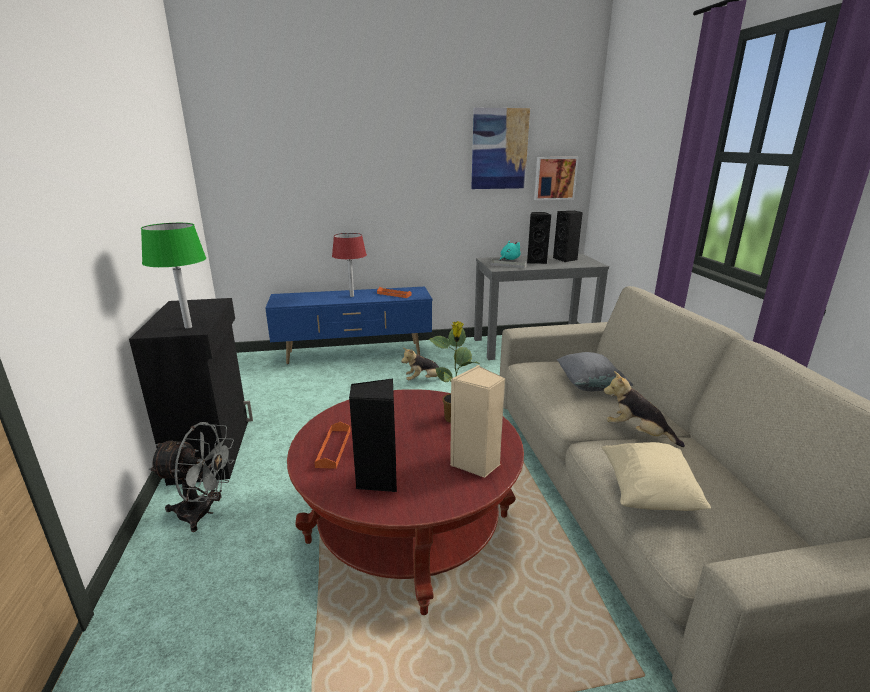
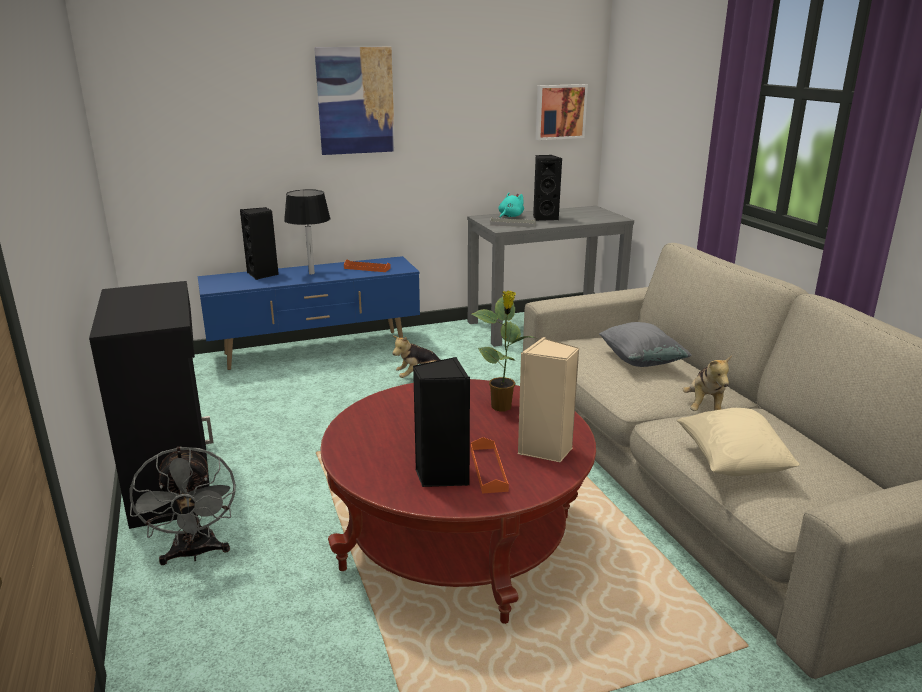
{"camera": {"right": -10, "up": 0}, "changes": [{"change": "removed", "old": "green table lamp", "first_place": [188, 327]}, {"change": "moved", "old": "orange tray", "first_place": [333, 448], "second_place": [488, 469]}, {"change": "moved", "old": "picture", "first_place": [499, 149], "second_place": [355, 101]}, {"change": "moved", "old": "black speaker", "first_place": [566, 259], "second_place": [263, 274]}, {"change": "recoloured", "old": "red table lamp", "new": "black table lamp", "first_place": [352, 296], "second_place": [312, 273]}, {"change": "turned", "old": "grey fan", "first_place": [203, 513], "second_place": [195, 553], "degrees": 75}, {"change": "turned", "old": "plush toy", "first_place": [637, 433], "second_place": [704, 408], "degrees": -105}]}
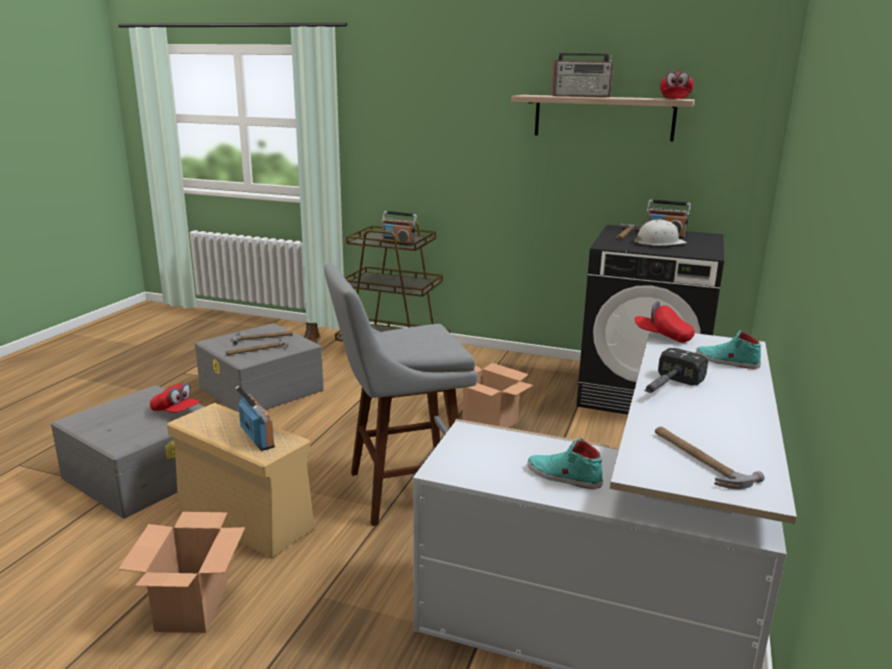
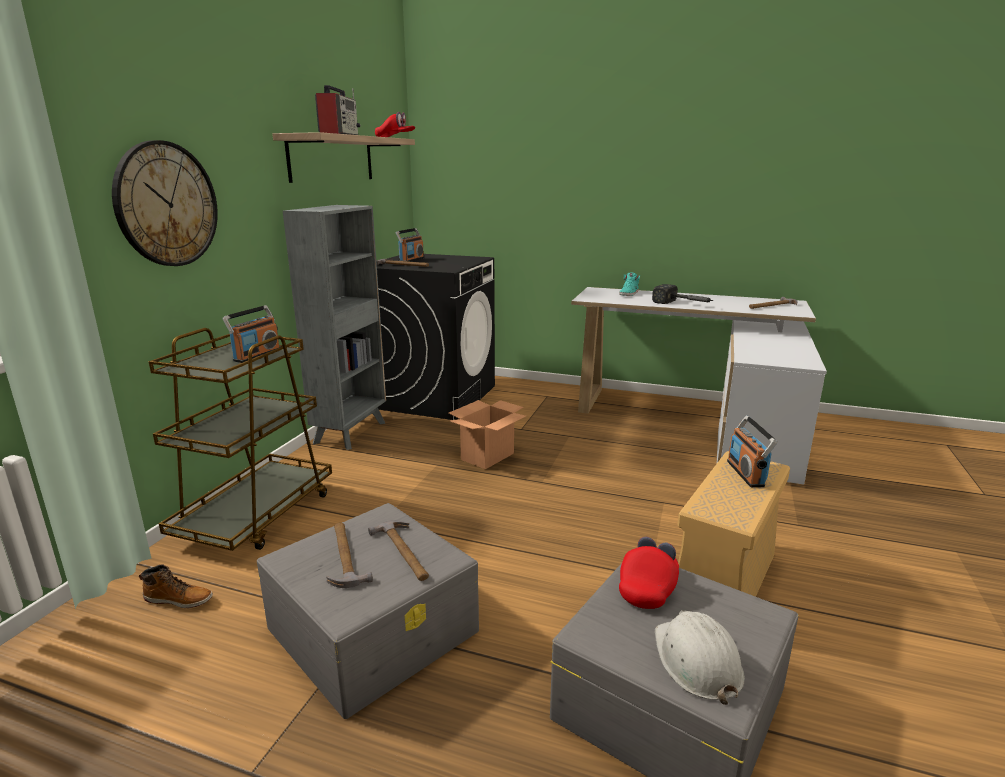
{"camera": {"right": -90, "up": 0}, "changes": [{"change": "removed", "old": "cardboard box", "first_place": [192, 606]}, {"change": "removed", "old": "grey stool", "first_place": [399, 491]}, {"change": "removed", "old": "turquoise shoe", "first_place": [563, 476]}, {"change": "removed", "old": "red cap", "first_place": [662, 336]}, {"change": "added", "new": "wall clock", "second_place": [166, 204]}, {"change": "added", "new": "grey bookcase", "second_place": [351, 432]}, {"change": "moved", "old": "white hard hat", "first_place": [658, 243], "second_place": [696, 661]}, {"change": "turned", "old": "radio", "first_place": [257, 438], "second_place": [746, 473], "degrees": -60}]}
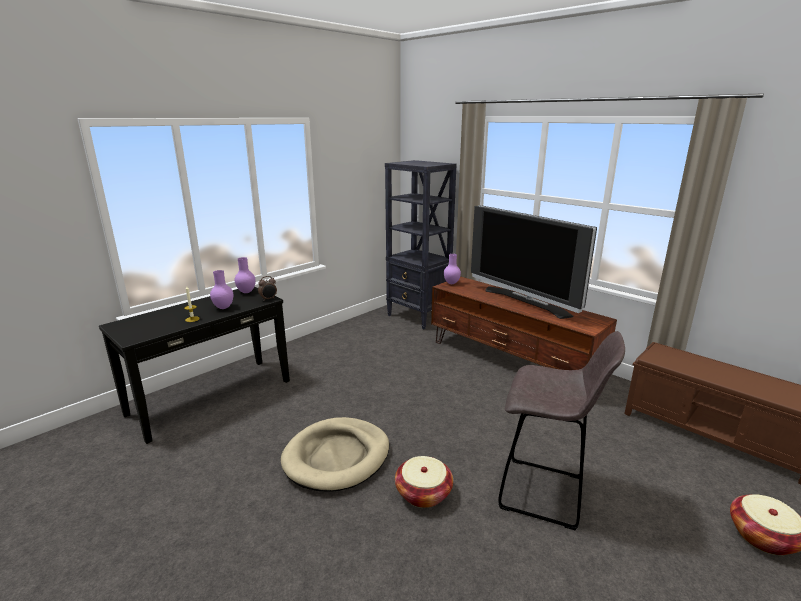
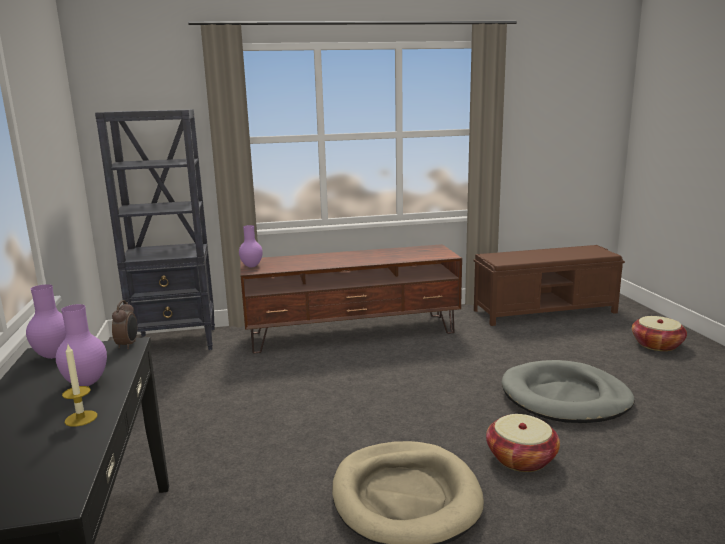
{"camera": {"right": -55, "up": -5}, "changes": [{"change": "removed", "old": "television", "first_place": [526, 302]}, {"change": "replaced", "old": "grey stool", "new": "grey dog bed", "first_place": [545, 493], "second_place": [565, 397]}]}
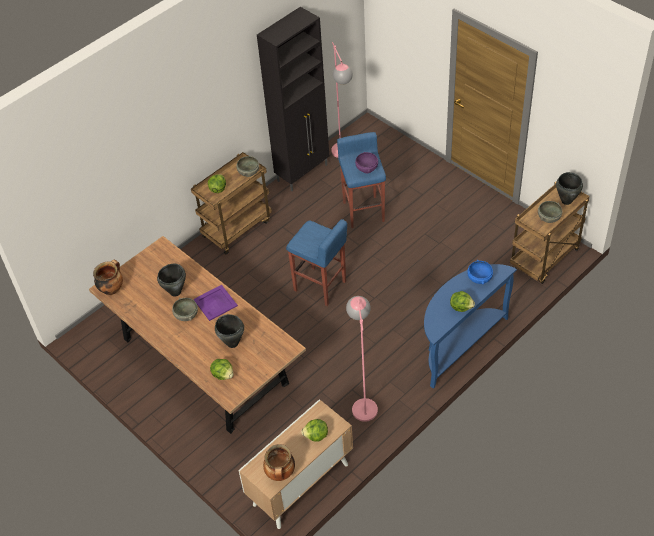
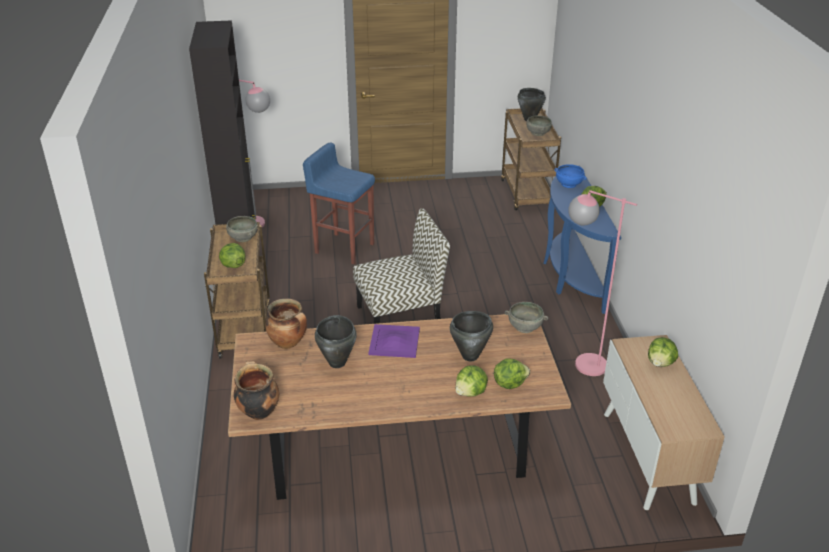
{"camera": {"right": -55, "up": -15}, "changes": [{"change": "removed", "old": "purple bowl", "first_place": [367, 168]}, {"change": "added", "new": "lettuce", "second_place": [471, 392]}, {"change": "moved", "old": "grey bowl", "first_place": [186, 315], "second_place": [525, 327]}, {"change": "moved", "old": "cooking pot", "first_place": [281, 474], "second_place": [289, 343]}, {"change": "replaced", "old": "blue stool", "new": "chair", "first_place": [320, 287], "second_place": [401, 316]}]}
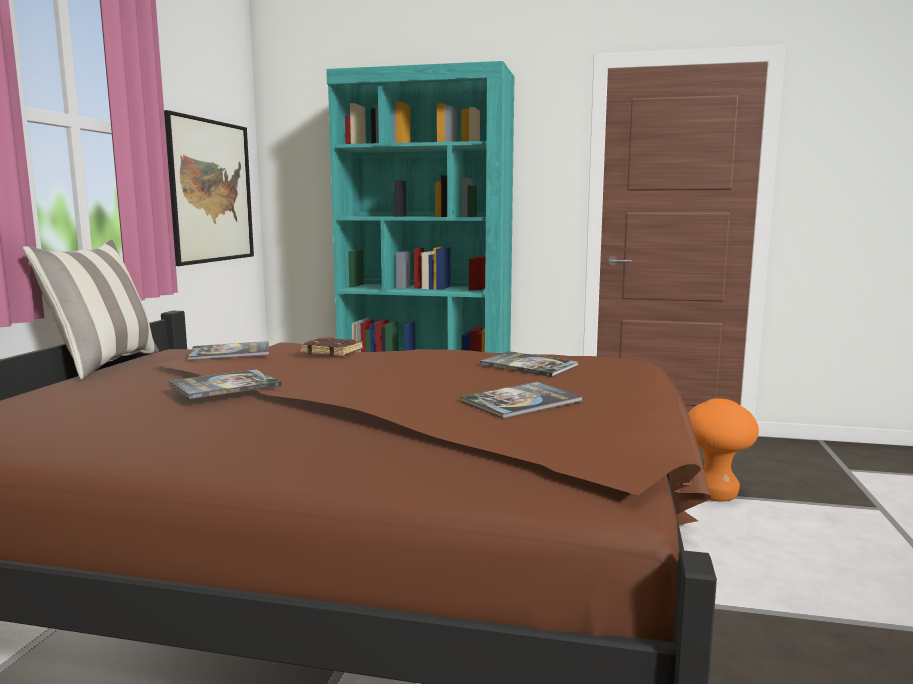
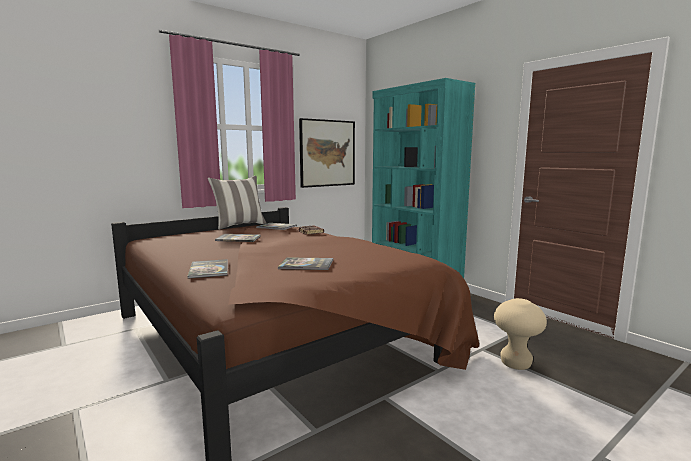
{"camera": {"right": 40, "up": 0}, "changes": [{"change": "moved", "old": "book", "first_place": [528, 365], "second_place": [209, 269]}, {"change": "recoloured", "old": "orange stool", "new": "beige stool", "first_place": [715, 495], "second_place": [515, 364]}]}
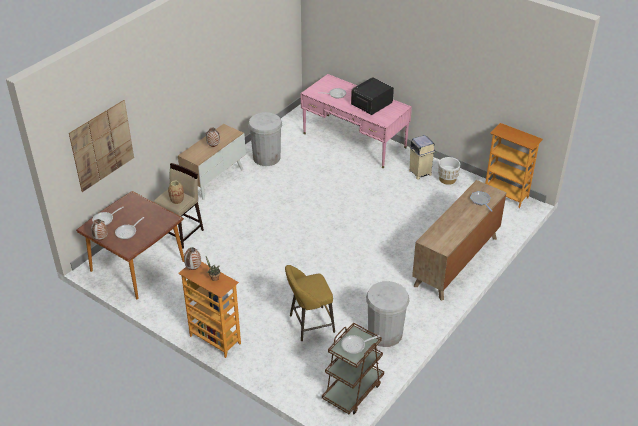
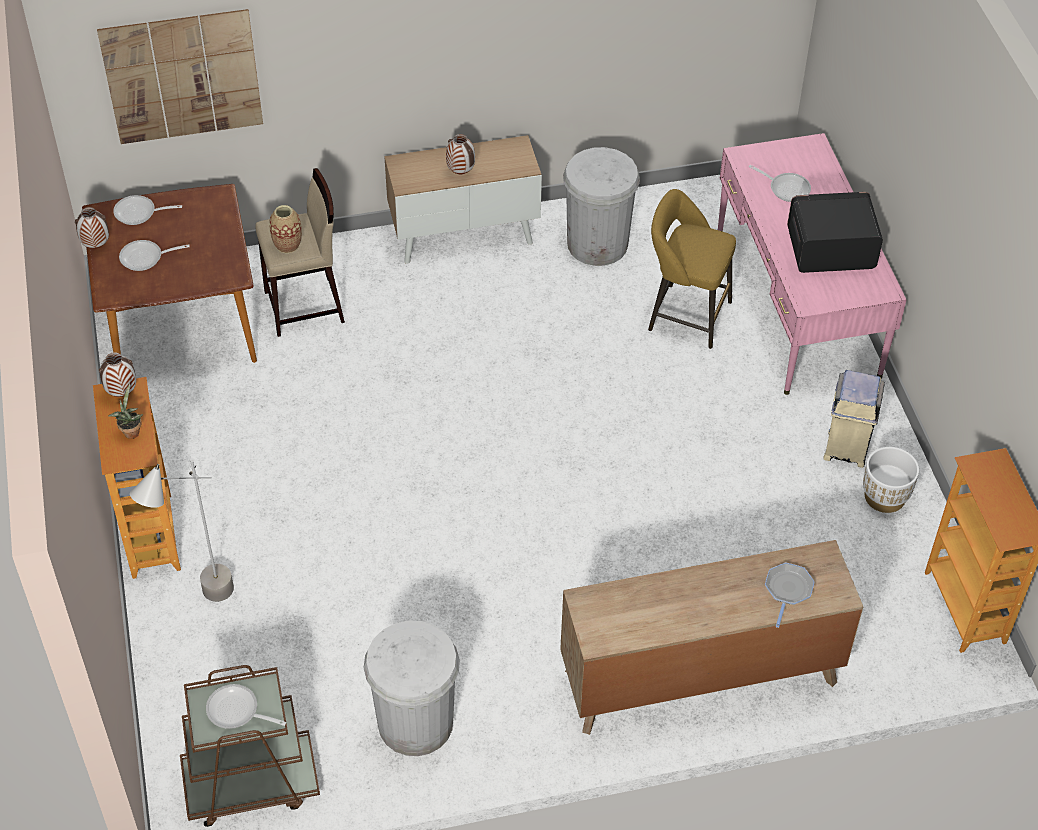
{"camera": {"right": 40, "up": 10}, "changes": [{"change": "added", "new": "grey floor lamp", "second_place": [200, 606]}, {"change": "moved", "old": "yellow stool", "first_place": [309, 324], "second_place": [684, 315]}]}
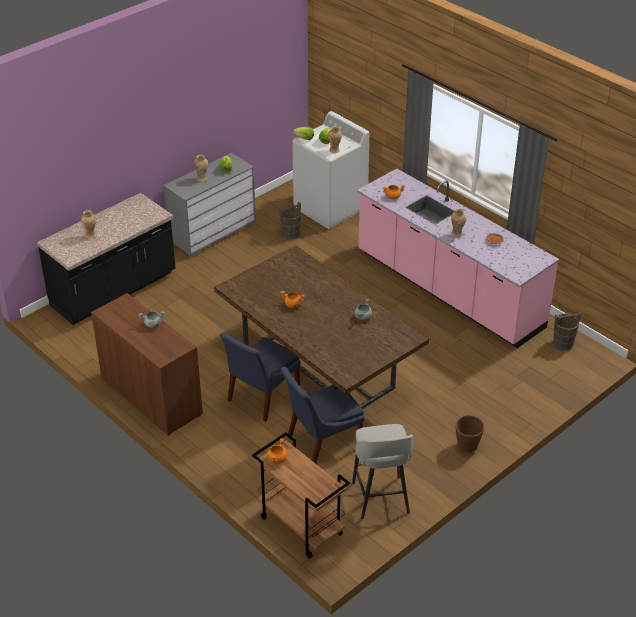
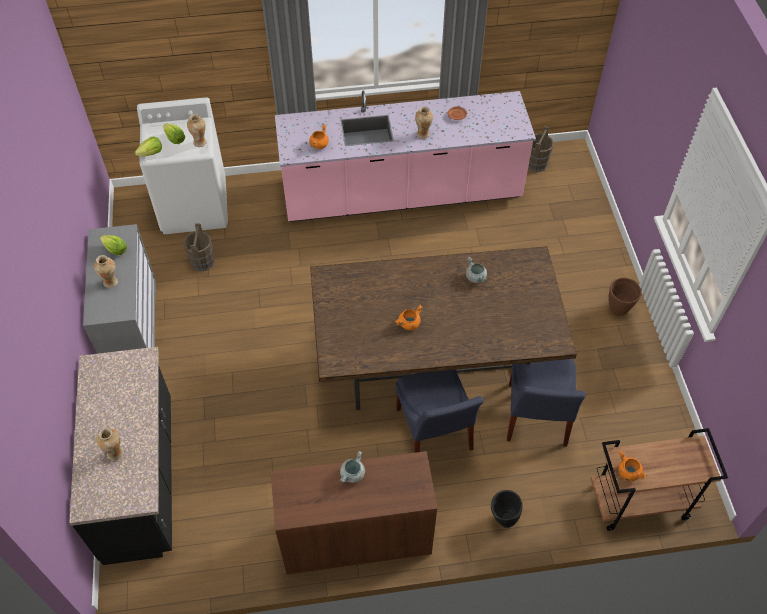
{"camera": {"right": -55, "up": 15}, "changes": [{"change": "removed", "old": "grey stool", "first_place": [380, 499]}, {"change": "added", "new": "black vase", "second_place": [502, 519]}]}
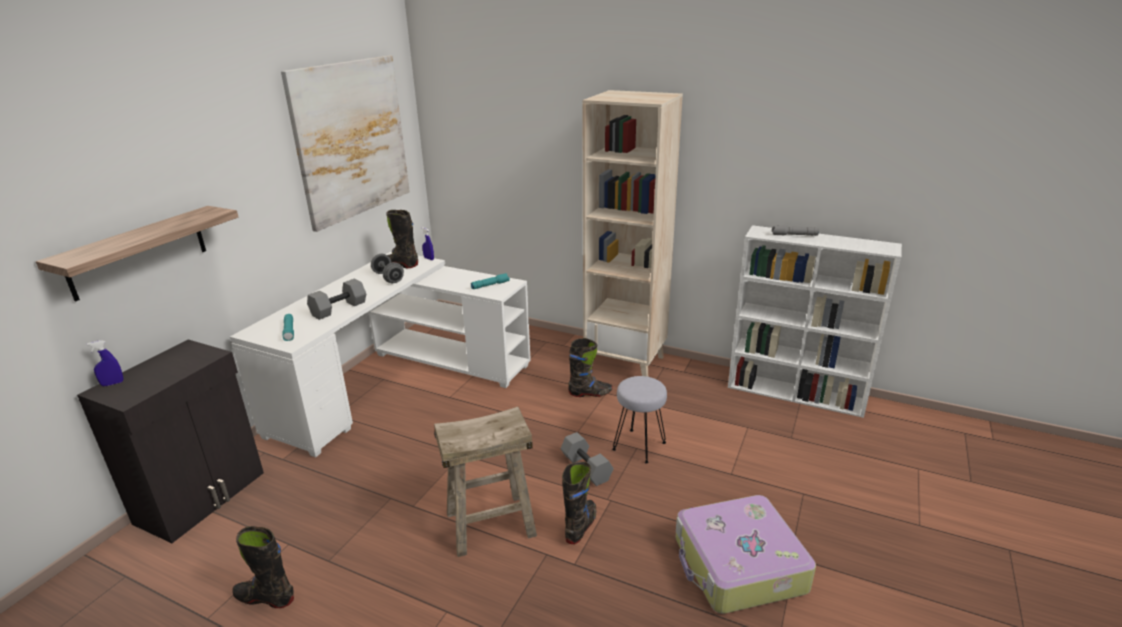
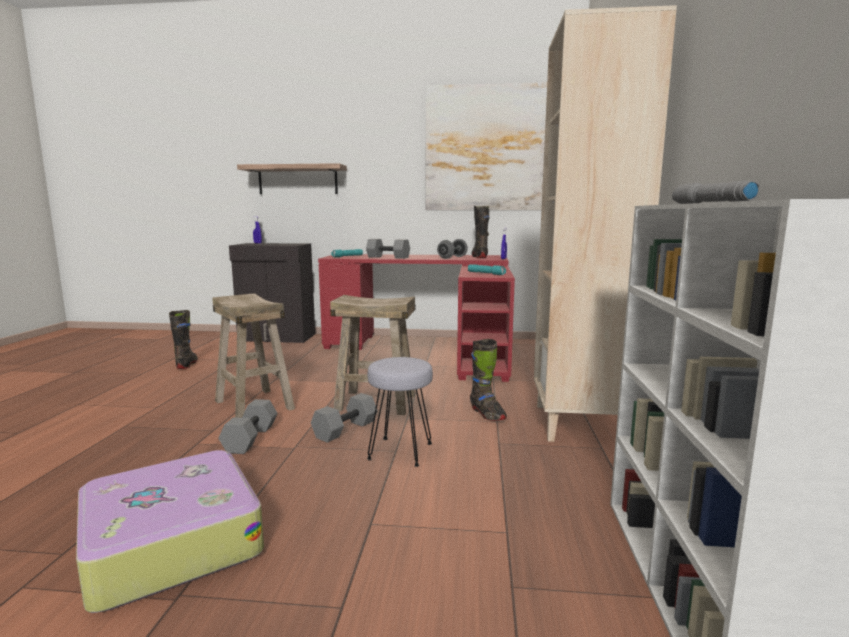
{"camera": {"right": 70, "up": -15}, "changes": [{"change": "added", "new": "beige stool", "second_place": [375, 402]}, {"change": "replaced", "old": "black boot", "new": "grey dumbbell", "first_place": [581, 526], "second_place": [251, 439]}, {"change": "recoloured", "old": "white desk", "new": "red desk", "first_place": [398, 382], "second_place": [432, 349]}]}
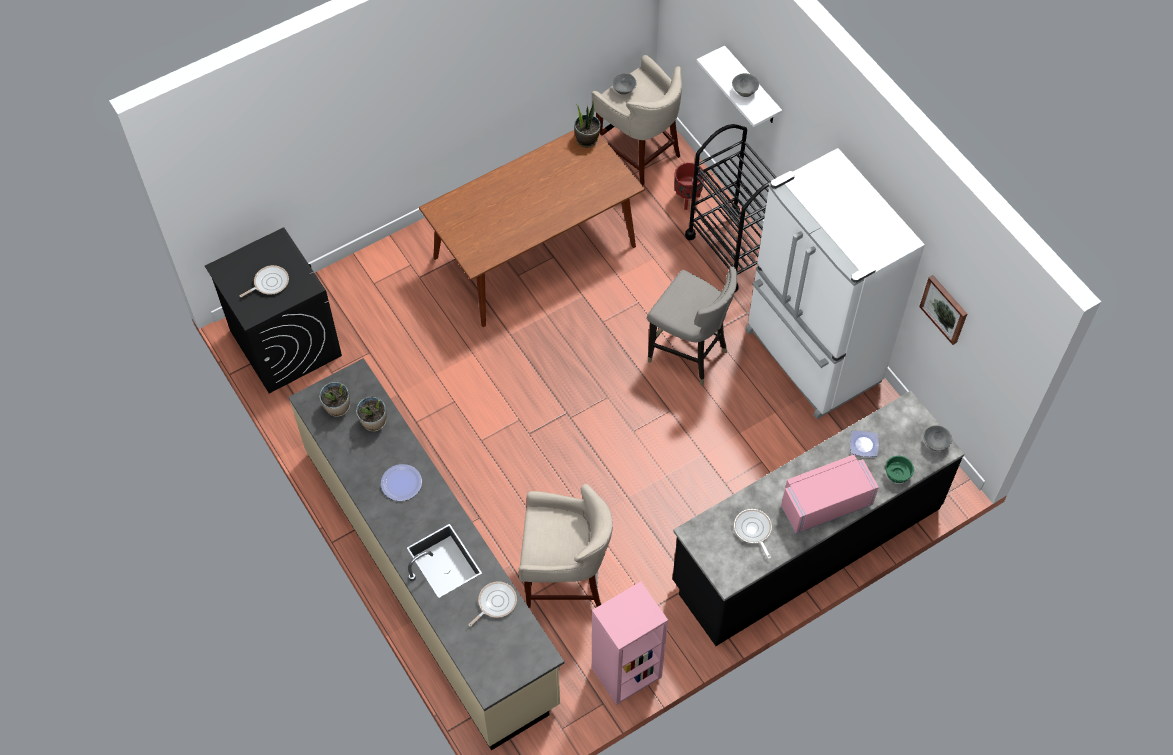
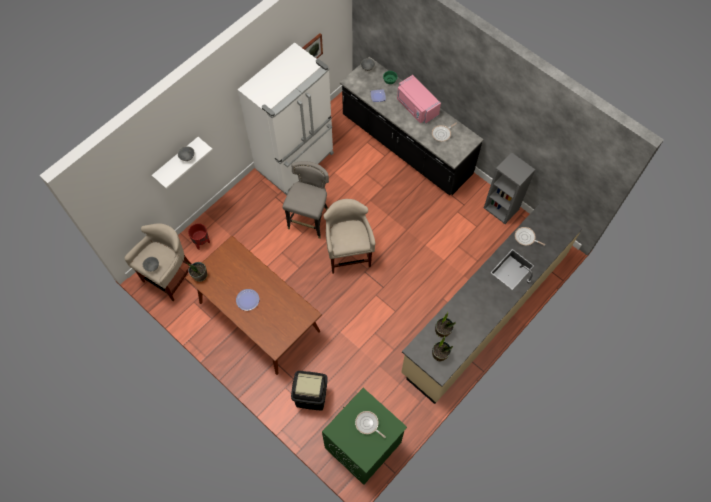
{"camera": {"right": -105, "up": 5}, "changes": [{"change": "removed", "old": "black cart", "first_place": [733, 250]}, {"change": "added", "new": "black trash can", "second_place": [311, 397]}, {"change": "moved", "old": "plate", "first_place": [401, 483], "second_place": [247, 300]}, {"change": "moved", "old": "beige stool", "first_place": [565, 577], "second_place": [348, 253]}, {"change": "recoloured", "old": "black washing machine", "new": "green washing machine", "first_place": [285, 343], "second_place": [363, 446]}, {"change": "recoloured", "old": "pink bookcase", "new": "grey bookcase", "first_place": [626, 673], "second_place": [501, 208]}]}
